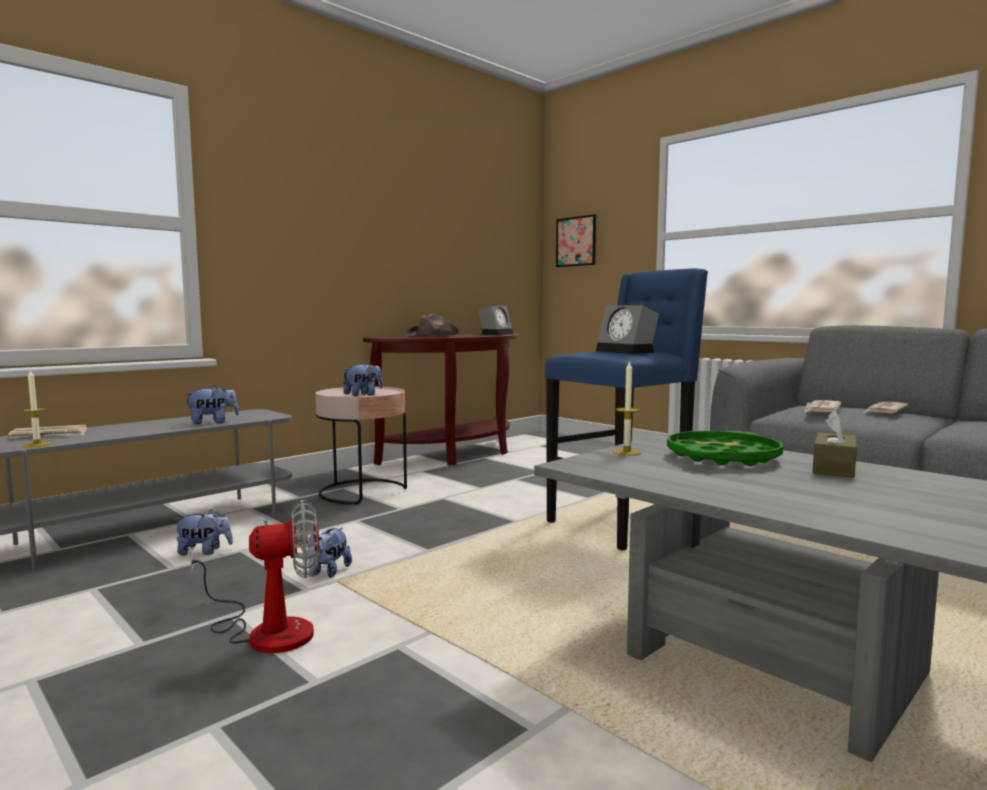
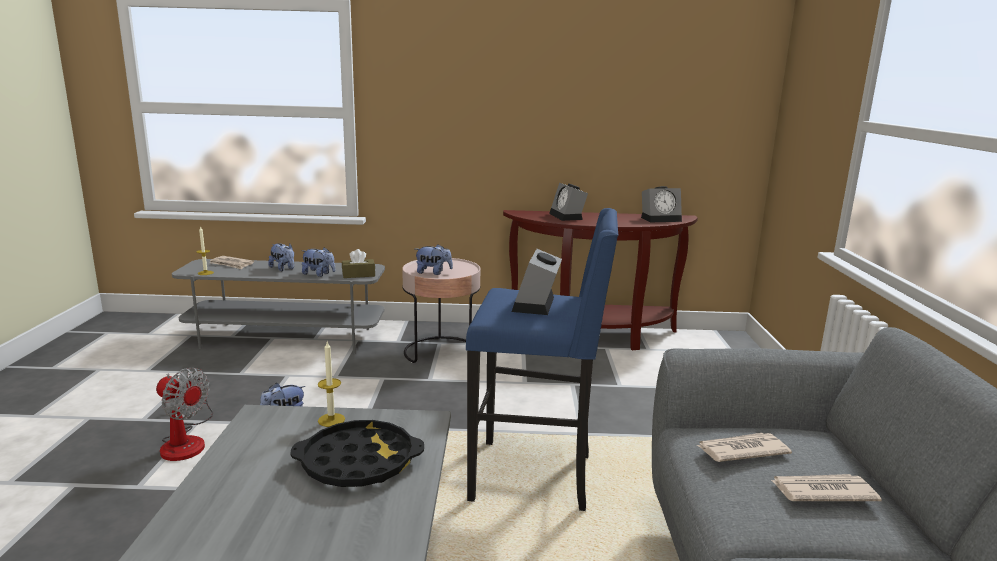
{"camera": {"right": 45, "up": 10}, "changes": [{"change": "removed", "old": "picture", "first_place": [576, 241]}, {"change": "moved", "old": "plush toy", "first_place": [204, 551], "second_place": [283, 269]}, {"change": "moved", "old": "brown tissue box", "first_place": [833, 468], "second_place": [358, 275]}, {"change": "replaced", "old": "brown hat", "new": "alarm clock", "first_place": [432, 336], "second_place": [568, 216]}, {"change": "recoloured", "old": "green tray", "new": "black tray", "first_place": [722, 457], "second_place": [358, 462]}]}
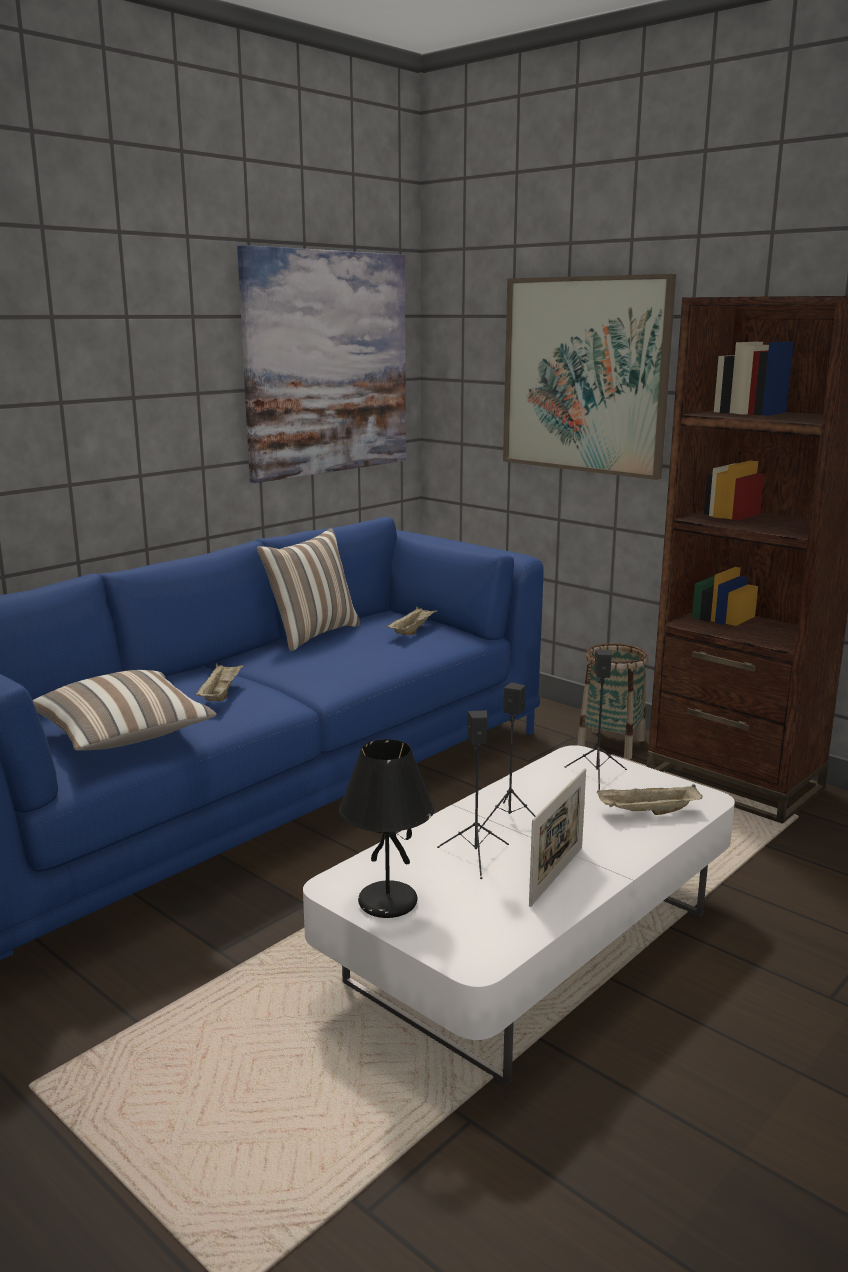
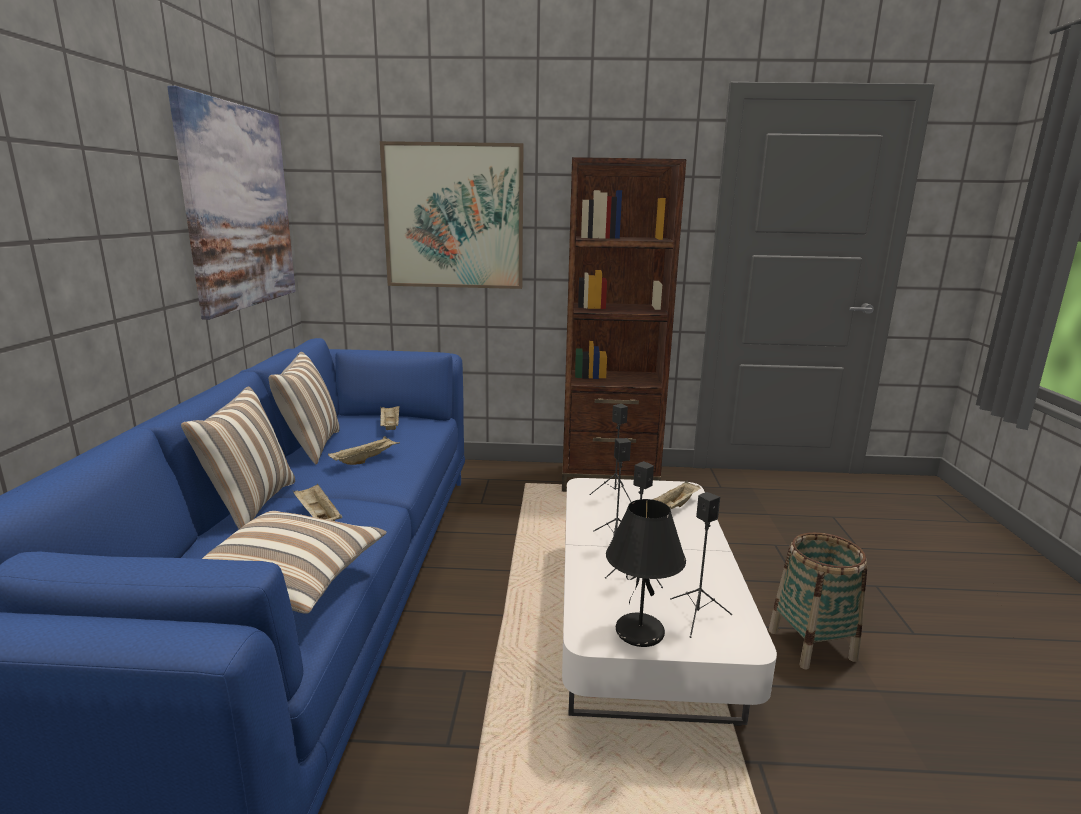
{"camera": {"right": -40, "up": 0}, "changes": [{"change": "removed", "old": "picture frame", "first_place": [556, 876]}, {"change": "added", "new": "pillow", "second_place": [250, 505]}, {"change": "added", "new": "beige tray", "second_place": [365, 460]}, {"change": "added", "new": "black speaker", "second_place": [698, 616]}, {"change": "moved", "old": "basket", "first_place": [611, 744], "second_place": [811, 644]}]}
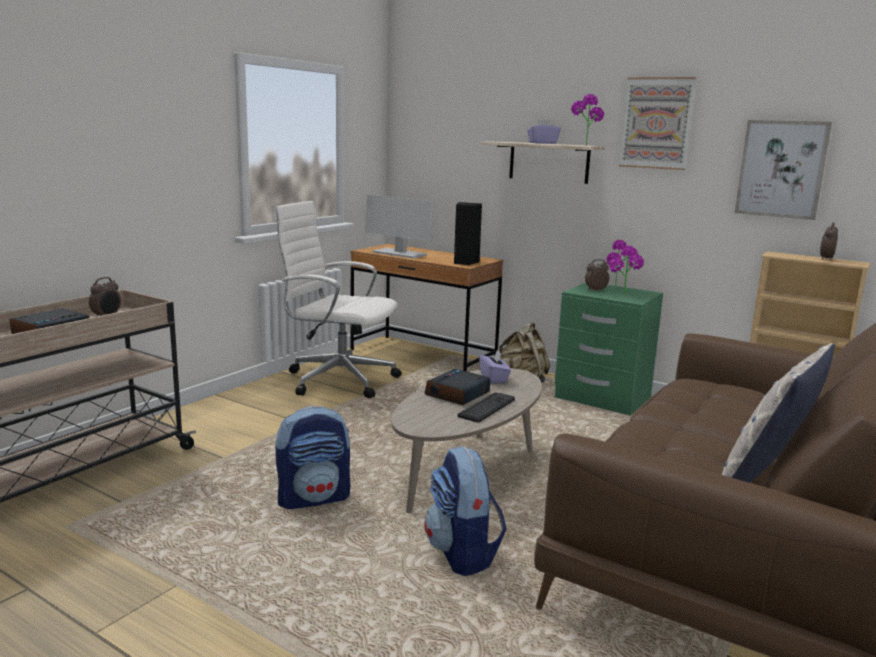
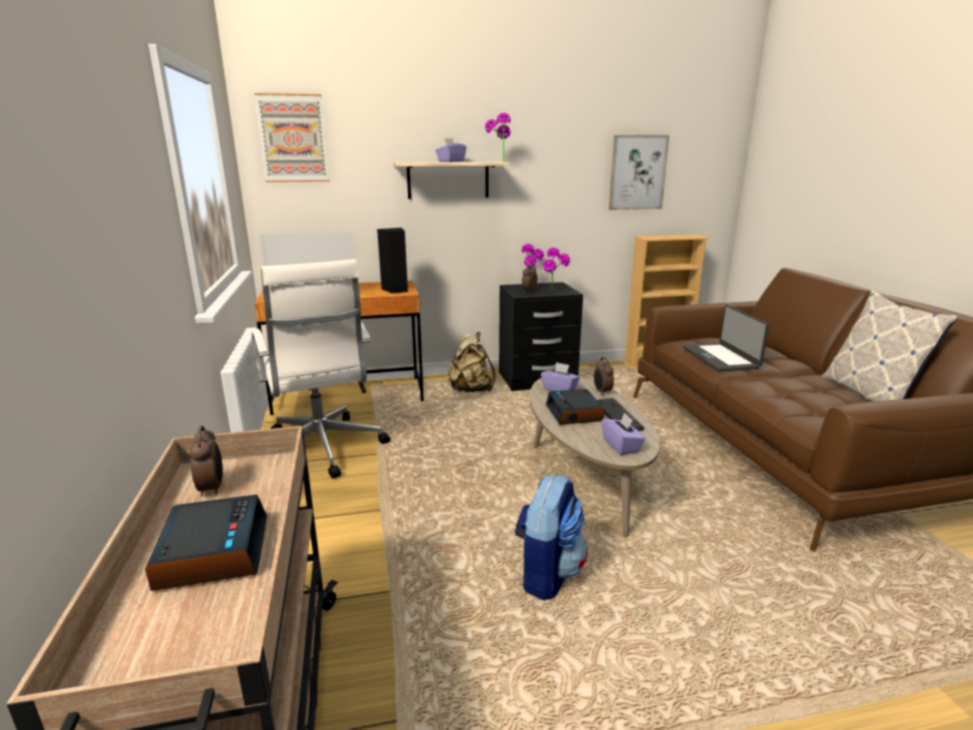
{"camera": {"right": -45, "up": 5}, "changes": [{"change": "removed", "old": "backpack", "first_place": [462, 554]}, {"change": "added", "new": "purple tissue box", "second_place": [621, 446]}, {"change": "added", "new": "laptop", "second_place": [721, 357]}, {"change": "moved", "old": "picture", "first_place": [656, 123], "second_place": [293, 138]}, {"change": "moved", "old": "alarm clock", "first_place": [825, 259], "second_place": [602, 392]}, {"change": "recoloured", "old": "green nightstand", "new": "black nightstand", "first_place": [602, 398], "second_place": [537, 379]}, {"change": "turned", "old": "white office chair", "first_place": [338, 379], "second_place": [322, 449], "degrees": -90}]}
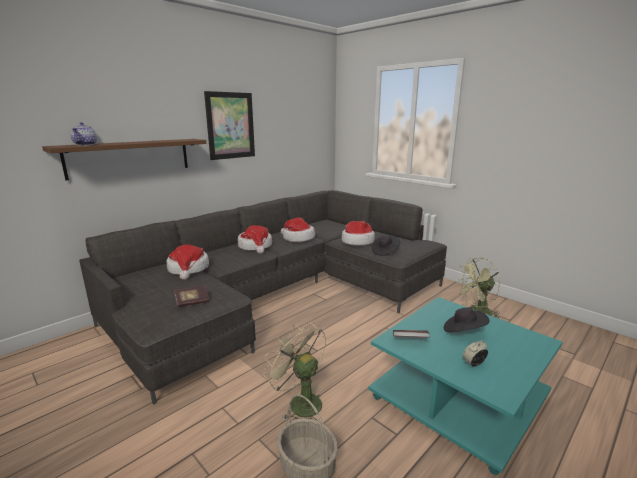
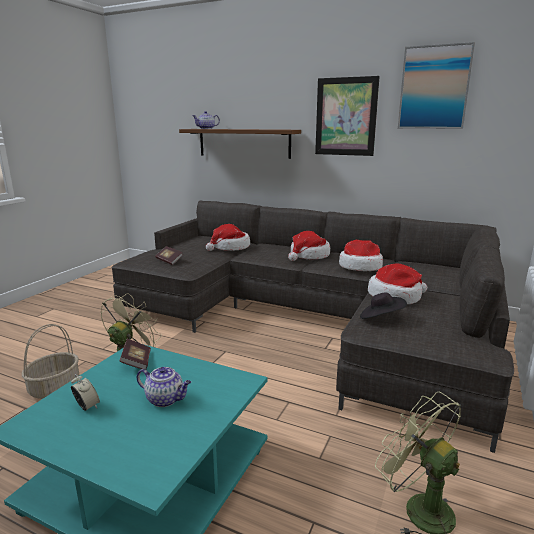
{"camera": {"right": 70, "up": 0}, "changes": [{"change": "added", "new": "picture", "second_place": [434, 88]}, {"change": "replaced", "old": "black hat", "new": "teapot", "first_place": [463, 331], "second_place": [166, 399]}]}
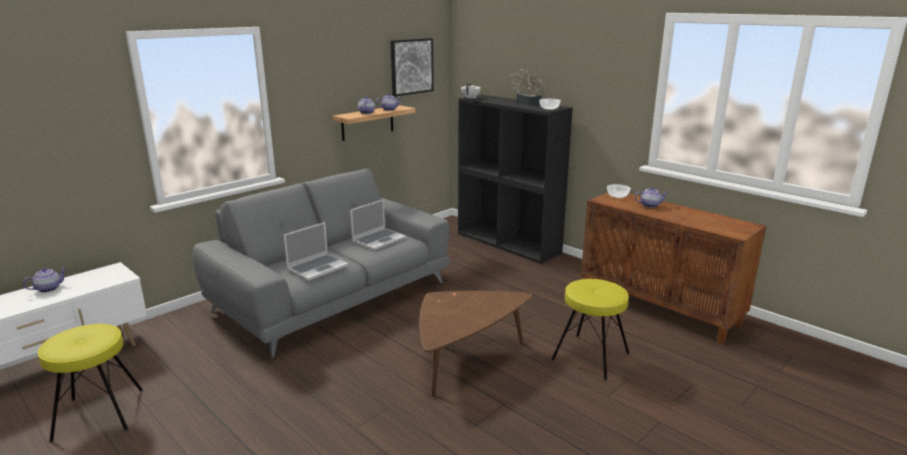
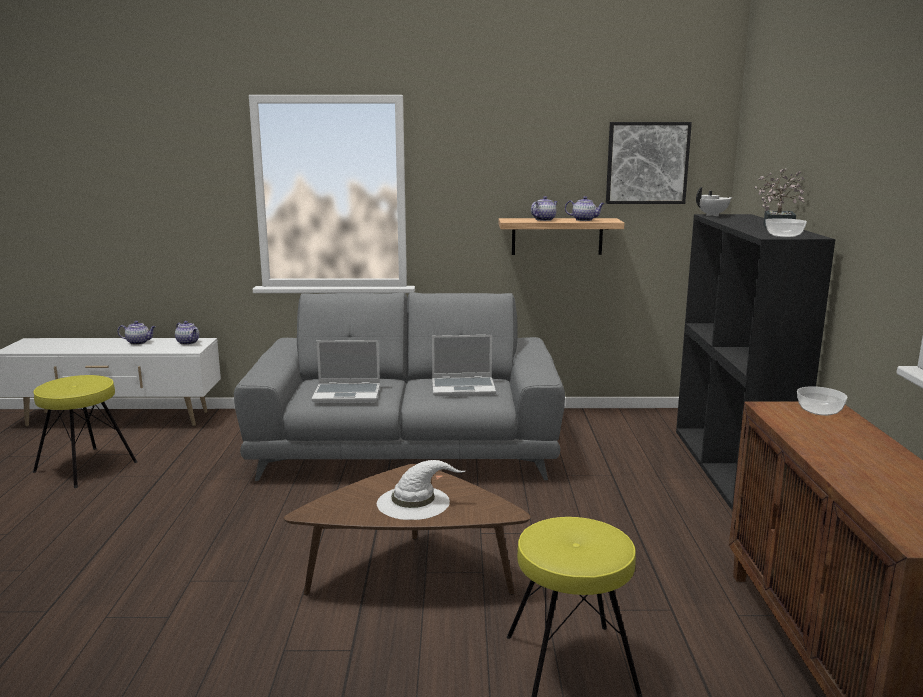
{"camera": {"right": 45, "up": -5}, "changes": [{"change": "added", "new": "white hat", "second_place": [414, 502]}, {"change": "moved", "old": "teapot", "first_place": [650, 205], "second_place": [188, 342]}]}
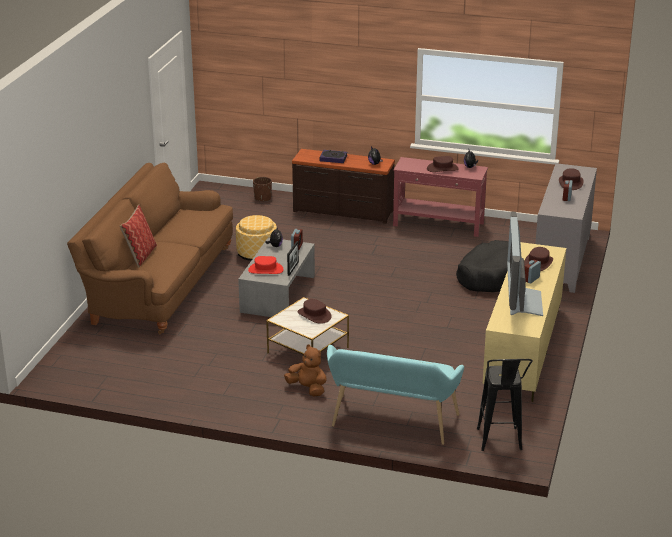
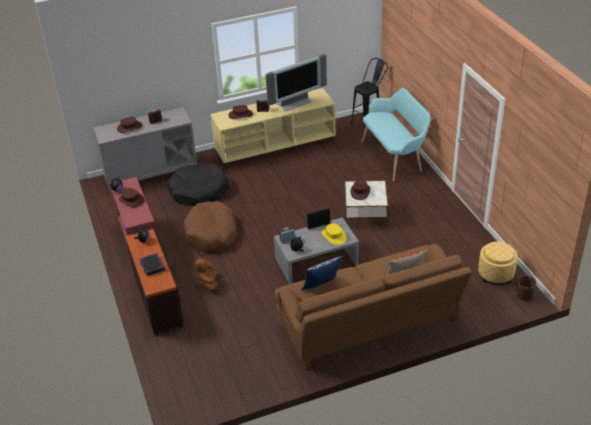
{"camera": {"right": -125, "up": 10}, "changes": [{"change": "added", "new": "brown dog bed", "second_place": [211, 233]}, {"change": "added", "new": "pillow", "second_place": [321, 287]}, {"change": "moved", "old": "ottoman", "first_place": [257, 254], "second_place": [496, 274]}, {"change": "moved", "old": "brown planter", "first_place": [262, 198], "second_place": [524, 295]}, {"change": "moved", "old": "brown plush toy", "first_place": [308, 388], "second_place": [209, 283]}, {"change": "recoloured", "old": "red hat", "new": "yellow hat", "first_place": [265, 270], "second_place": [334, 236]}]}
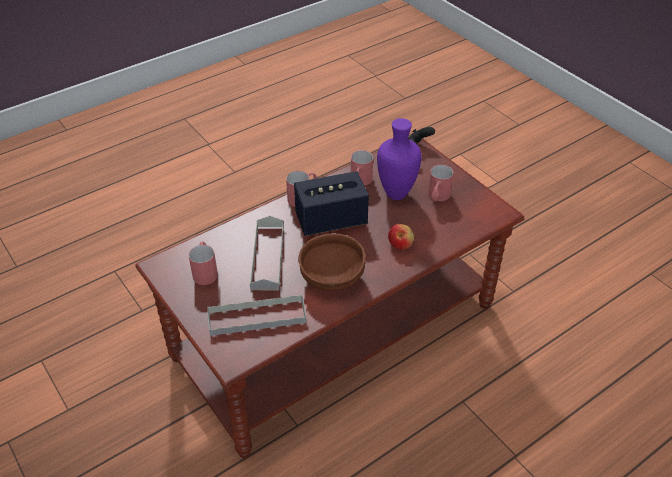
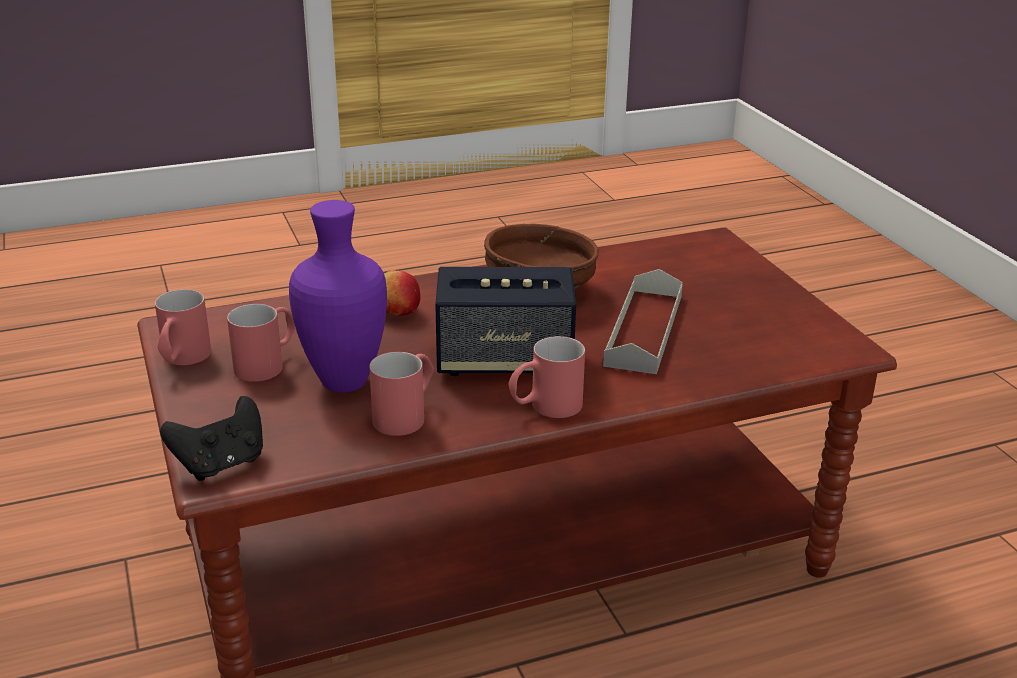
{"camera": {"right": -165, "up": -15}, "changes": [{"change": "removed", "old": "grey tray", "first_place": [257, 317]}, {"change": "moved", "old": "red mug", "first_place": [205, 271], "second_place": [182, 360]}]}
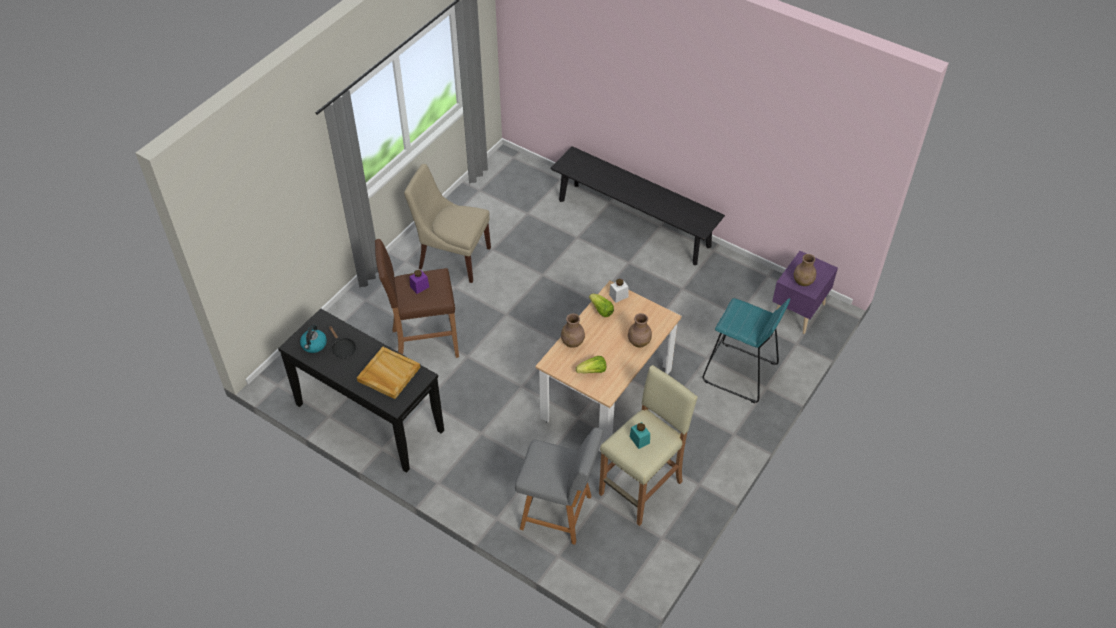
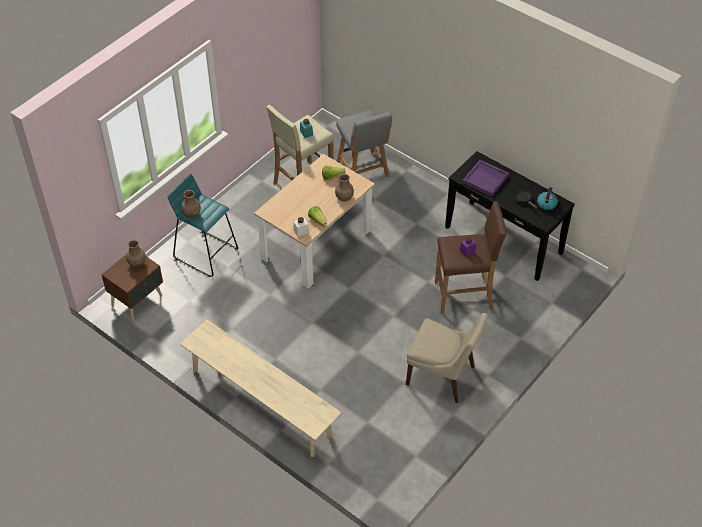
{"camera": {"right": -175, "up": 0}, "changes": [{"change": "moved", "old": "brown vase", "first_place": [638, 342], "second_place": [192, 214]}, {"change": "recoloured", "old": "beige tray", "new": "purple tray", "first_place": [388, 374], "second_place": [486, 179]}, {"change": "recoloured", "old": "black bench", "new": "beige bench", "first_place": [633, 223], "second_place": [261, 402]}, {"change": "recoloured", "old": "purple nightstand", "new": "brown nightstand", "first_place": [797, 311], "second_place": [138, 300]}, {"change": "turned", "old": "grey chair", "first_place": [559, 513], "second_place": [363, 170], "degrees": -135}]}
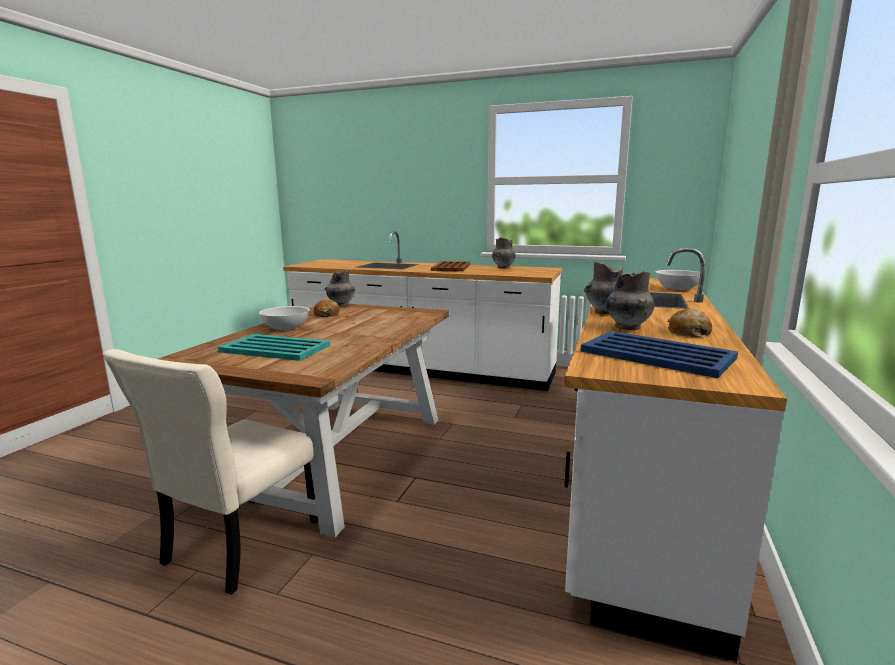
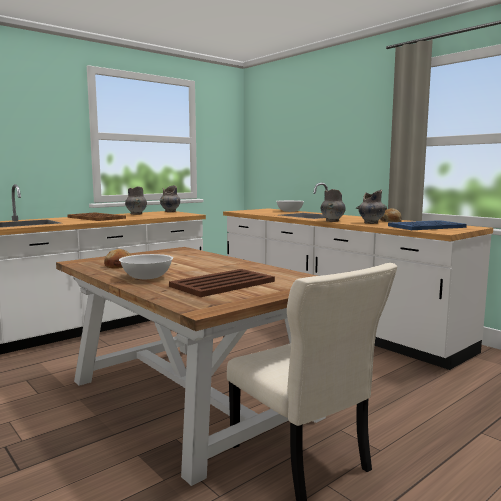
{"camera": {"right": -60, "up": -5}, "changes": [{"change": "moved", "old": "grey vase", "first_place": [340, 305], "second_place": [170, 211]}, {"change": "recoloured", "old": "turquoise tray", "new": "brown tray", "first_place": [274, 348], "second_place": [222, 284]}]}
